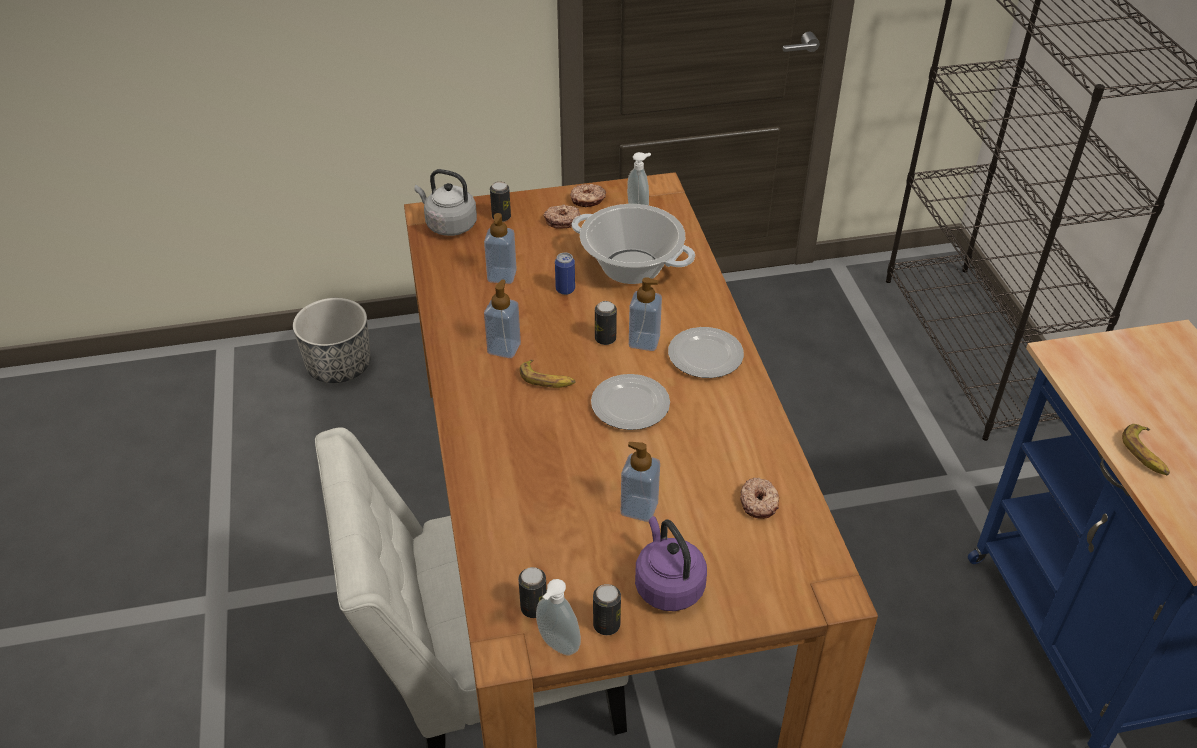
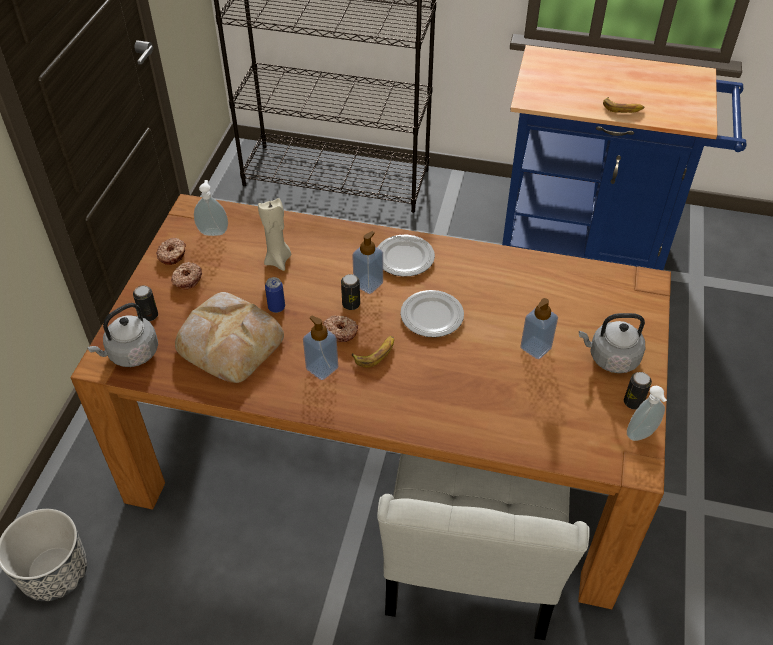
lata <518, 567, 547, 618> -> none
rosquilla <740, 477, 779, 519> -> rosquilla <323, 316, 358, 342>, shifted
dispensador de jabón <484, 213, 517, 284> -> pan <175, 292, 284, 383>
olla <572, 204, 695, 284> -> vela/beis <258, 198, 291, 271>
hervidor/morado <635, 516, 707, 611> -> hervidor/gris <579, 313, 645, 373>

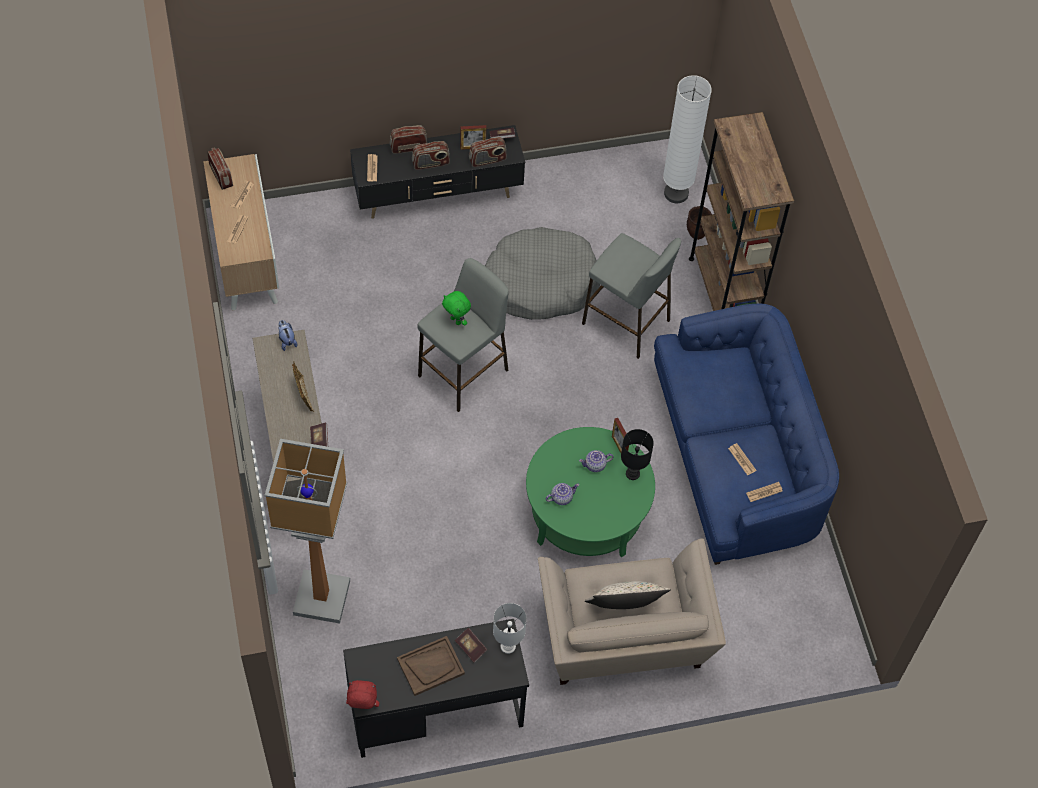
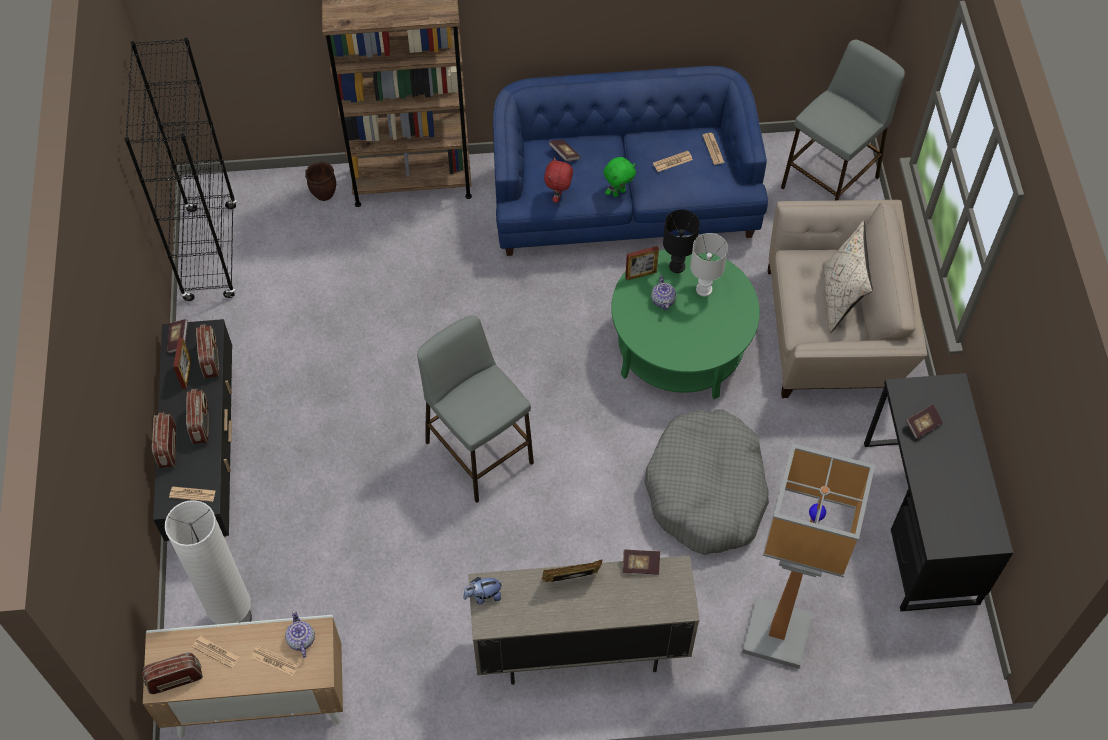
bandeja/marrón <397, 636, 465, 696> -> none
none -> estantería/negro <125, 38, 237, 301>
none -> libro <549, 139, 581, 162>
peluche/rojo <346, 680, 379, 709> -> peluche/rojo <544, 157, 573, 203>, shifted
peluche/verde <442, 291, 471, 326> -> peluche/verde <603, 157, 636, 197>, shifted
cama para perro/gris <485, 227, 600, 320> -> cama para perro/gris <644, 409, 769, 555>, shifted
lámpara de mesa/blanco <493, 603, 527, 654> -> lámpara de mesa/blanco <690, 233, 728, 297>, shifted
tetera <546, 483, 579, 505> -> tetera <285, 610, 315, 658>, shifted
taburete/gris <582, 233, 681, 359> -> taburete/gris <781, 40, 905, 201>, shifted
lámpara de pie/blanco <663, 75, 712, 204> -> lámpara de pie/blanco <165, 500, 252, 624>, shifted

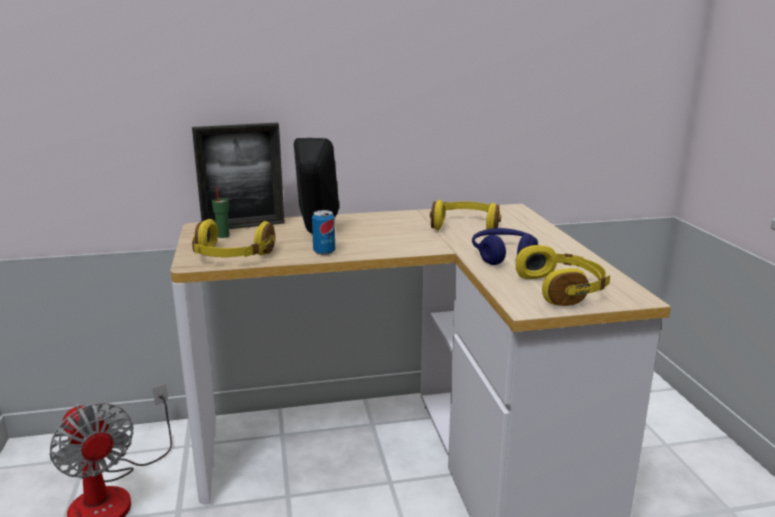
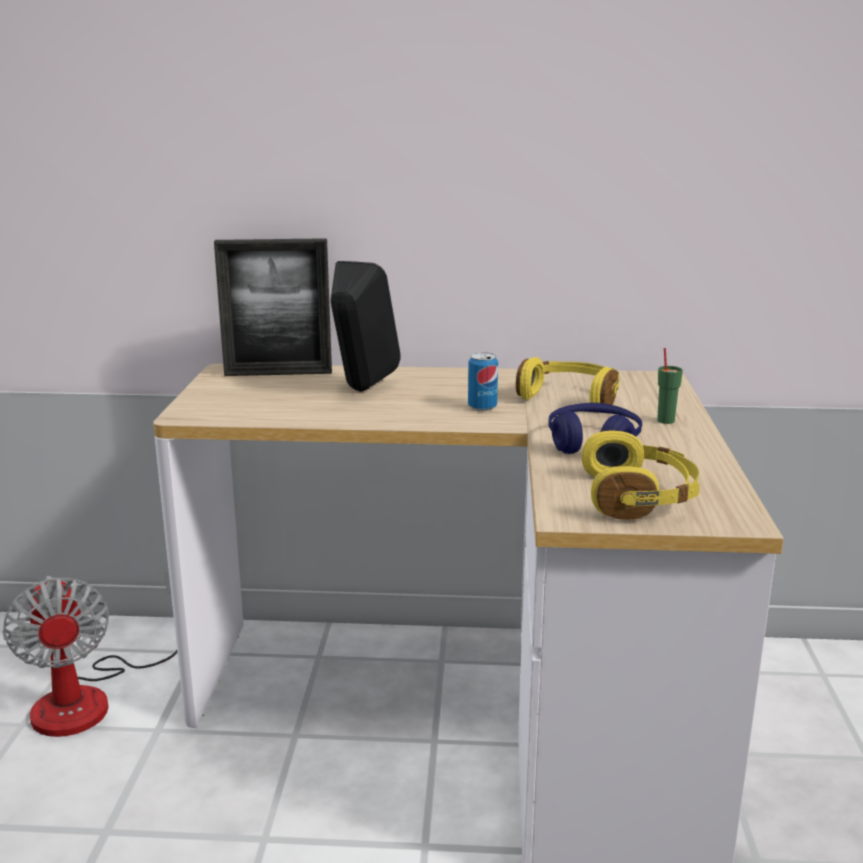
auriculares/amarillo <192, 219, 275, 257> -> none
taza/verde <212, 186, 229, 238> -> taza/verde <657, 348, 683, 424>, shifted
lata <312, 210, 335, 255> -> lata <468, 352, 498, 411>, shifted

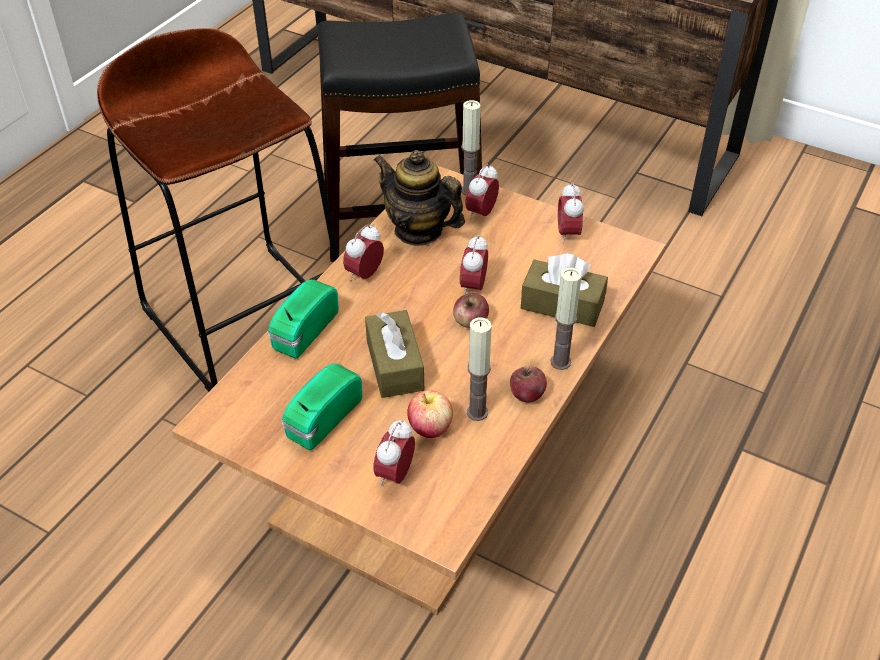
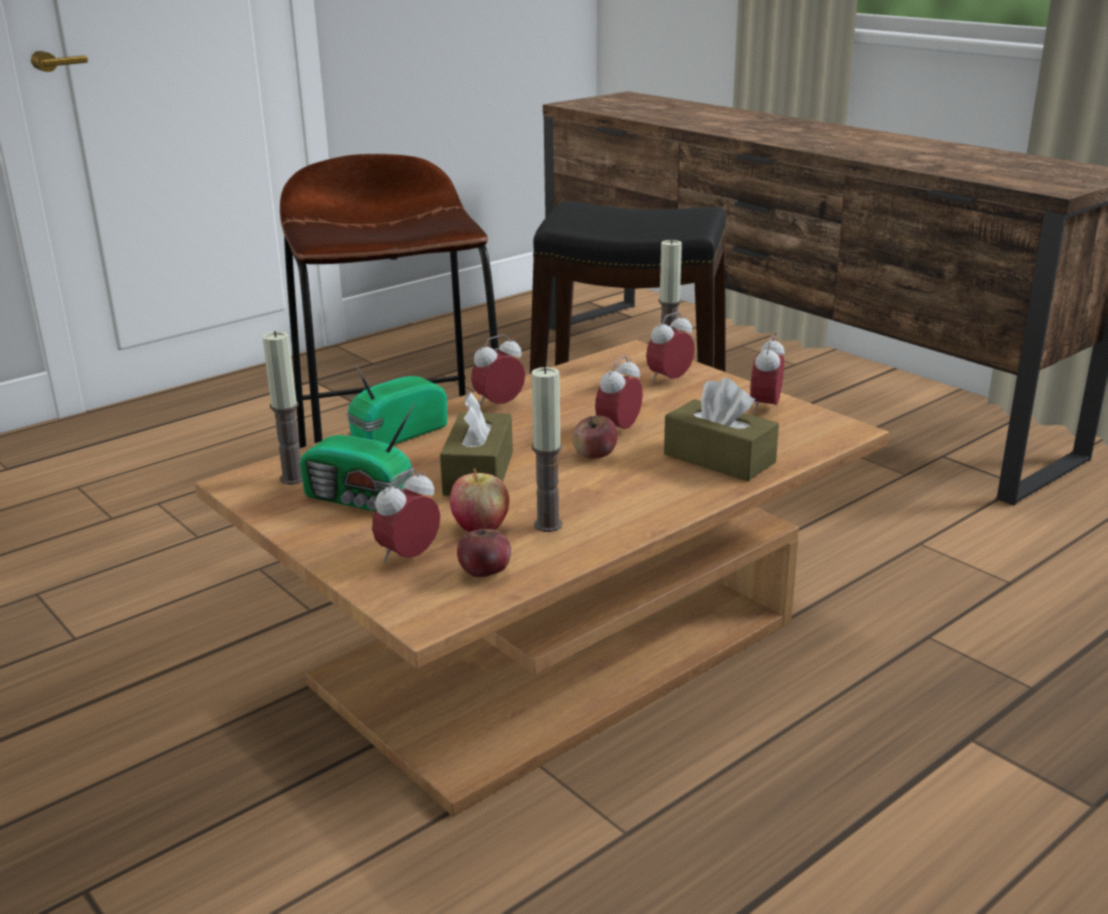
tetera <374, 150, 465, 246> -> none
manzana <510, 366, 547, 402> -> manzana <457, 525, 511, 577>, shifted
vela <551, 268, 582, 370> -> vela <262, 331, 303, 485>, shifted
radio <281, 364, 362, 450> -> radio <300, 402, 415, 511>, 120 degrees counterclockwise

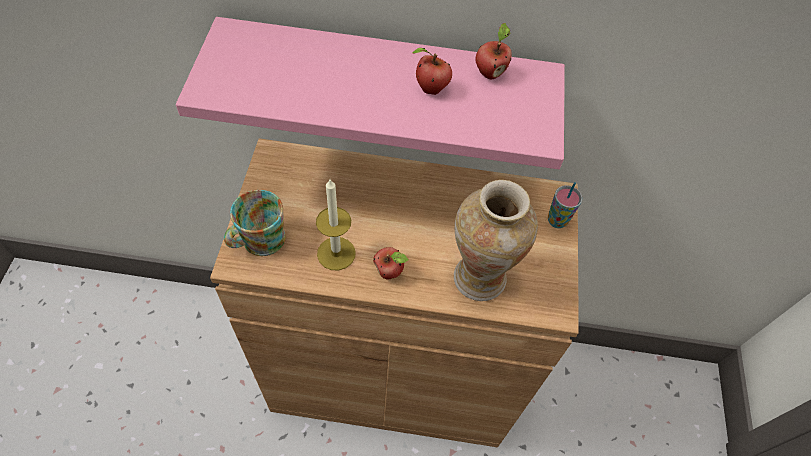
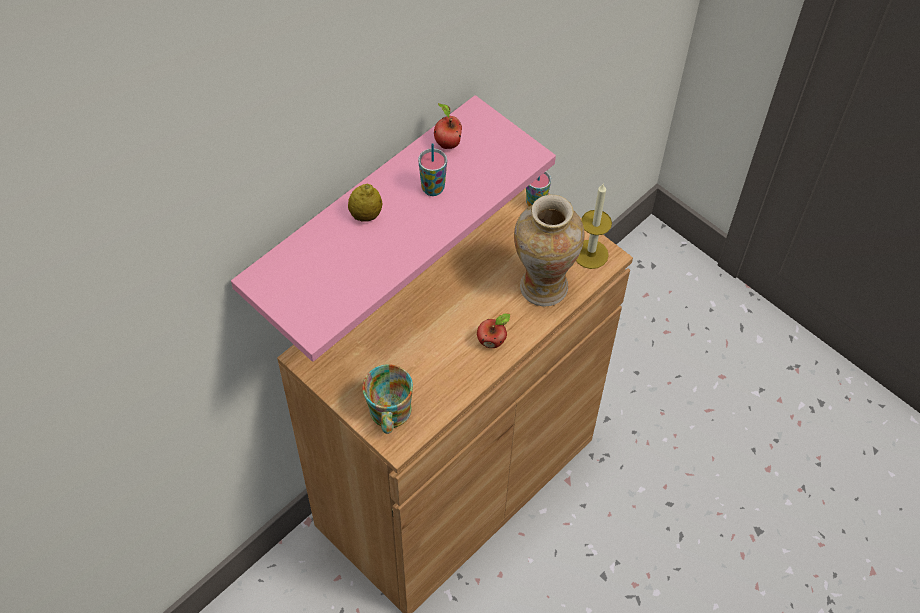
none -> limón <348, 183, 382, 222>
vela <316, 179, 356, 270> -> vela <576, 183, 612, 269>, shifted
manzana <413, 48, 452, 95> -> taza <418, 143, 447, 196>

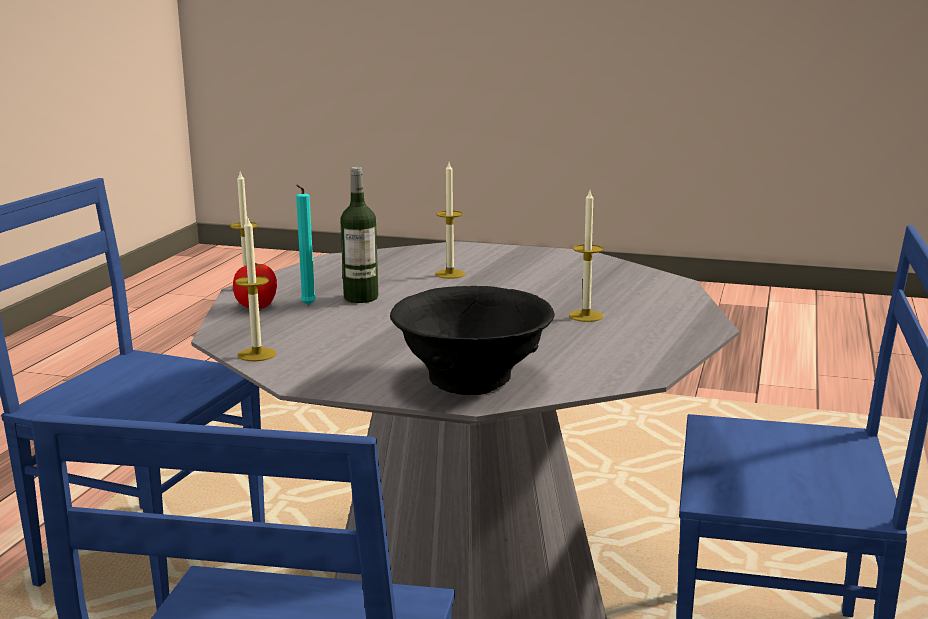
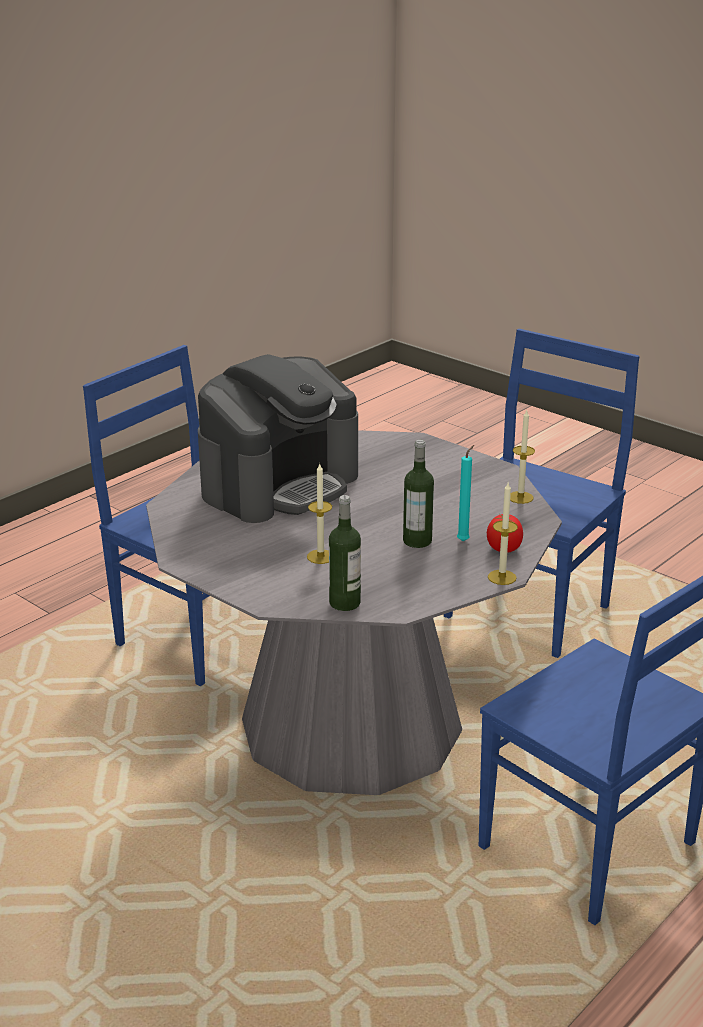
cuenco/negro <390, 286, 555, 395> -> none
none -> botella <329, 495, 361, 611>
vela <569, 191, 603, 322> -> cafetera <198, 354, 358, 523>

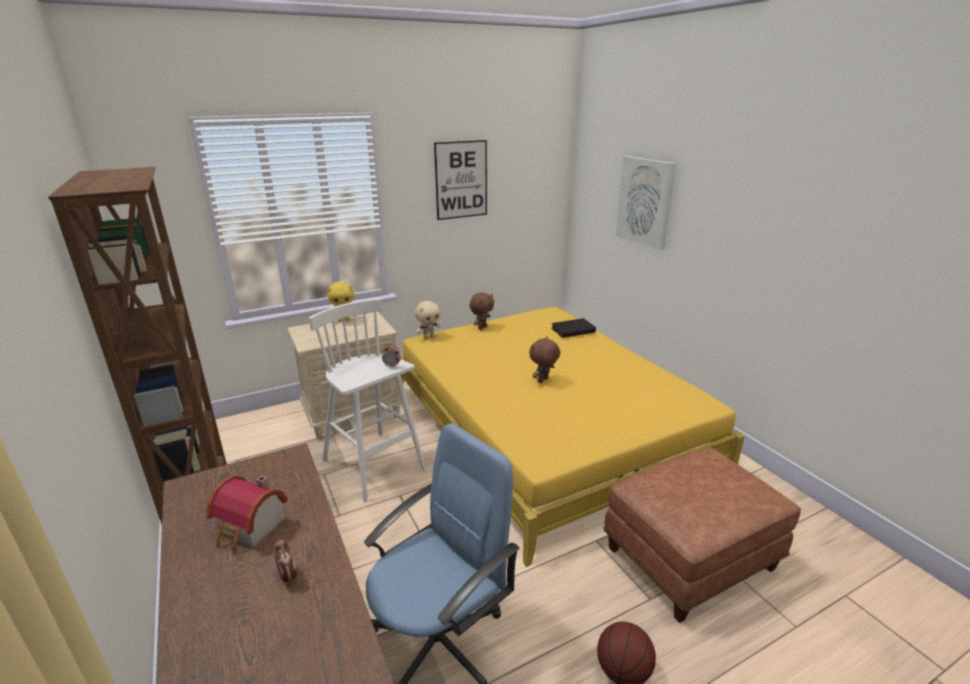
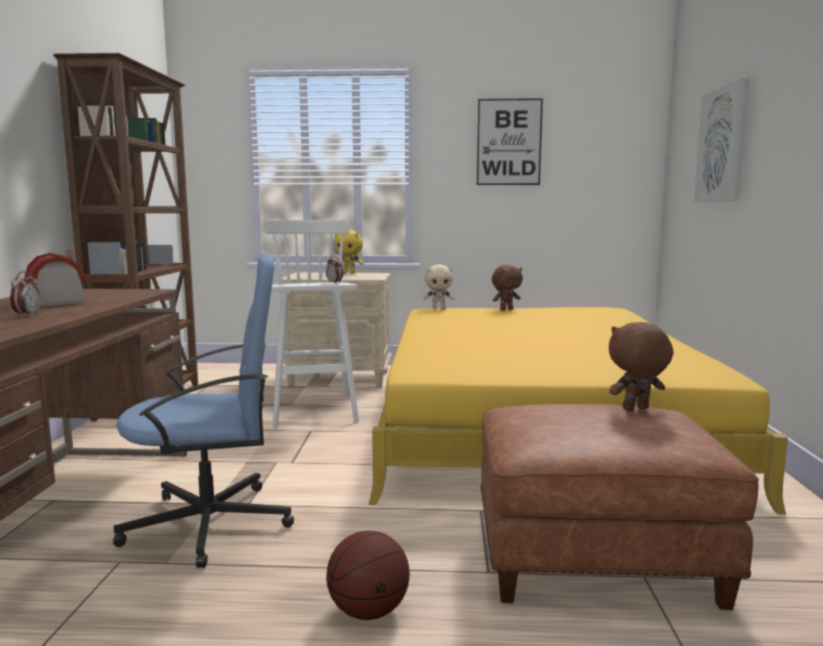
libro/negro <551, 318, 596, 338> -> none
peluche/marrón <529, 337, 560, 383> -> peluche/marrón <609, 322, 673, 411>, shifted

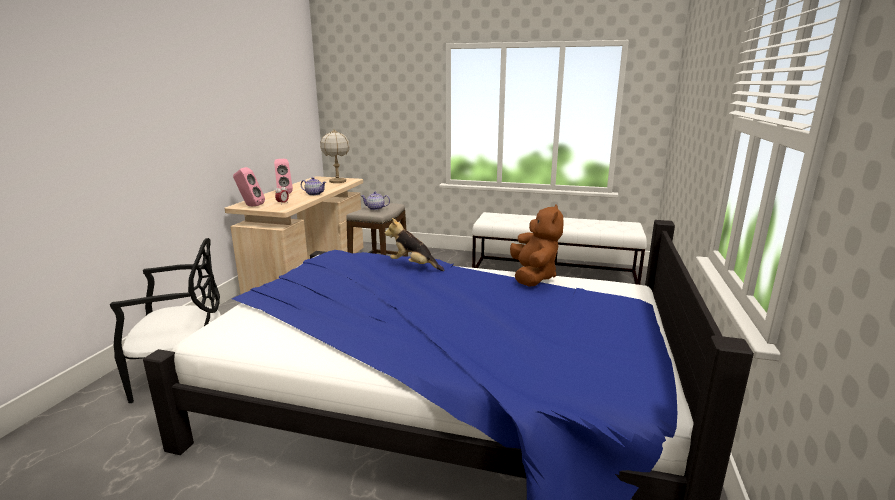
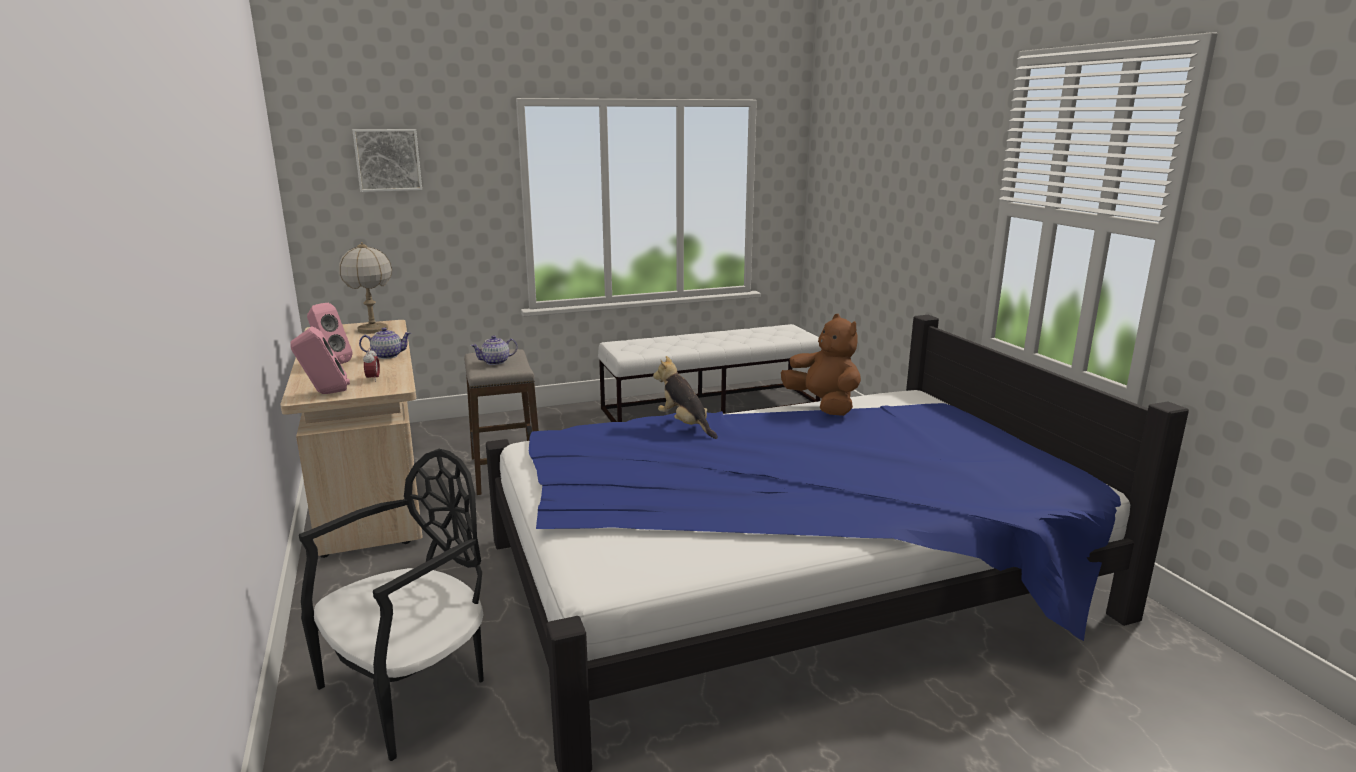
none -> cuadro <353, 129, 422, 192>
peluche <385, 218, 444, 271> -> peluche <653, 356, 718, 439>, 60 degrees clockwise

